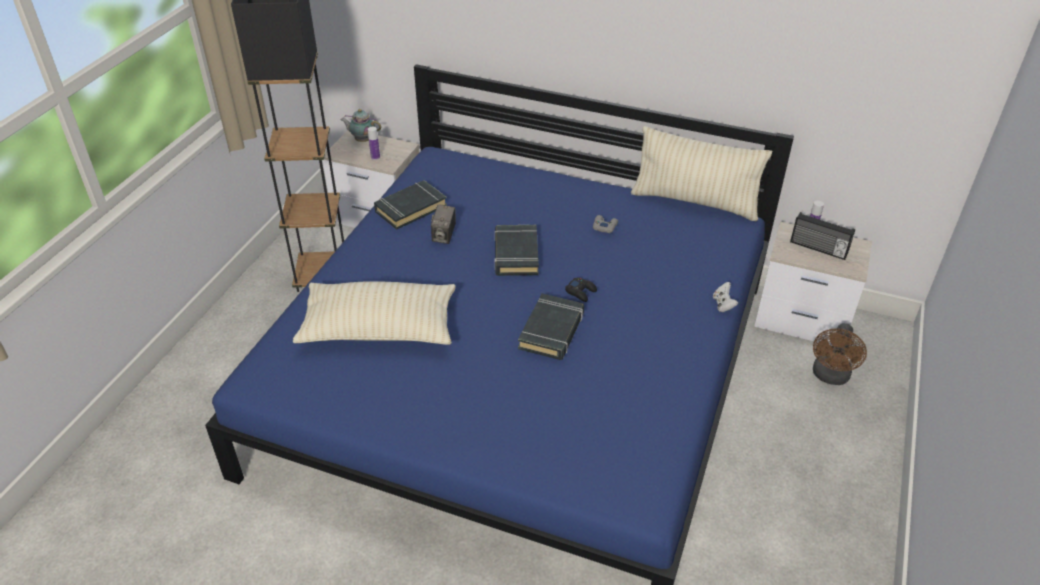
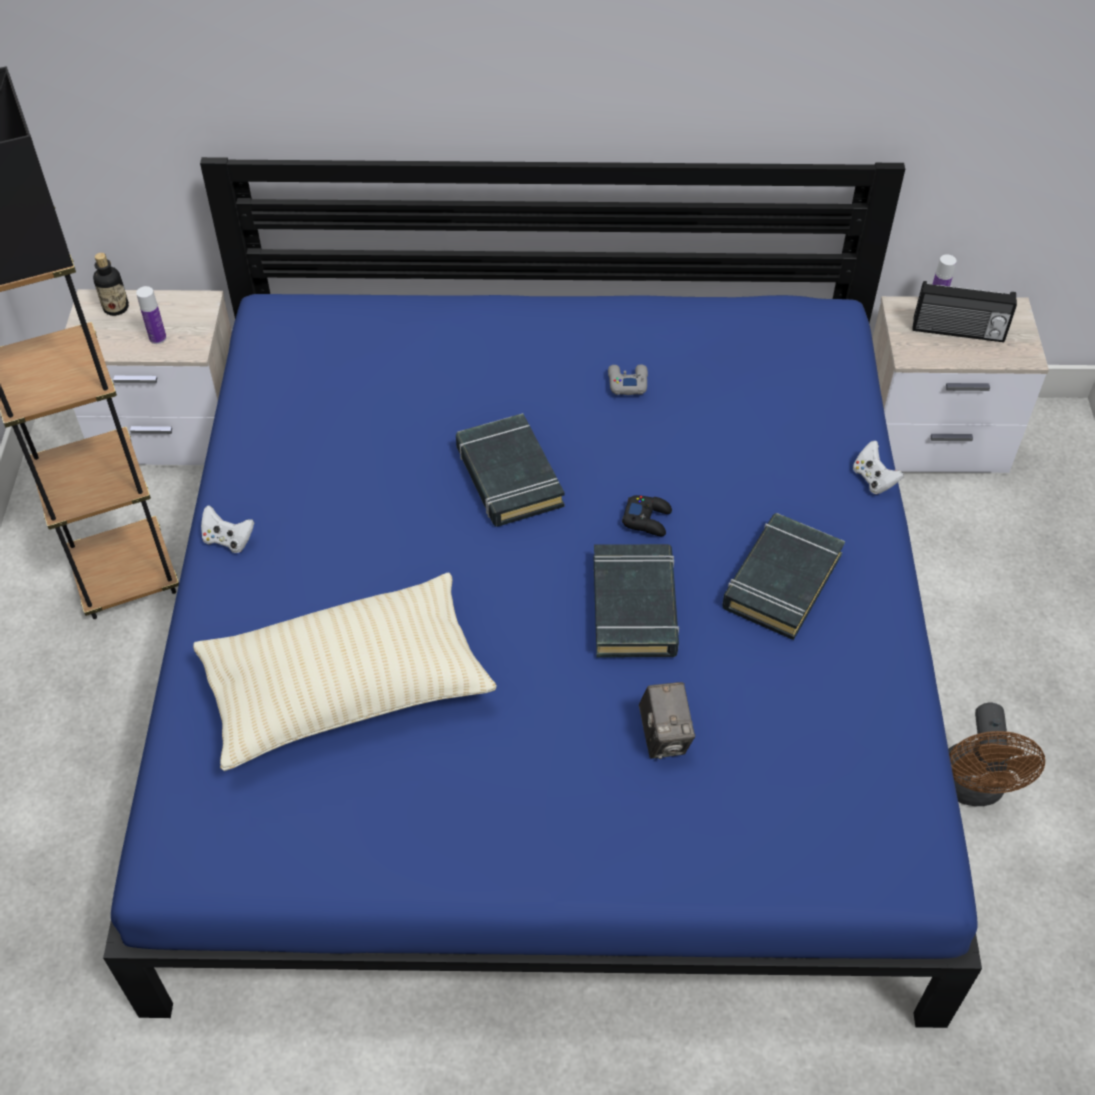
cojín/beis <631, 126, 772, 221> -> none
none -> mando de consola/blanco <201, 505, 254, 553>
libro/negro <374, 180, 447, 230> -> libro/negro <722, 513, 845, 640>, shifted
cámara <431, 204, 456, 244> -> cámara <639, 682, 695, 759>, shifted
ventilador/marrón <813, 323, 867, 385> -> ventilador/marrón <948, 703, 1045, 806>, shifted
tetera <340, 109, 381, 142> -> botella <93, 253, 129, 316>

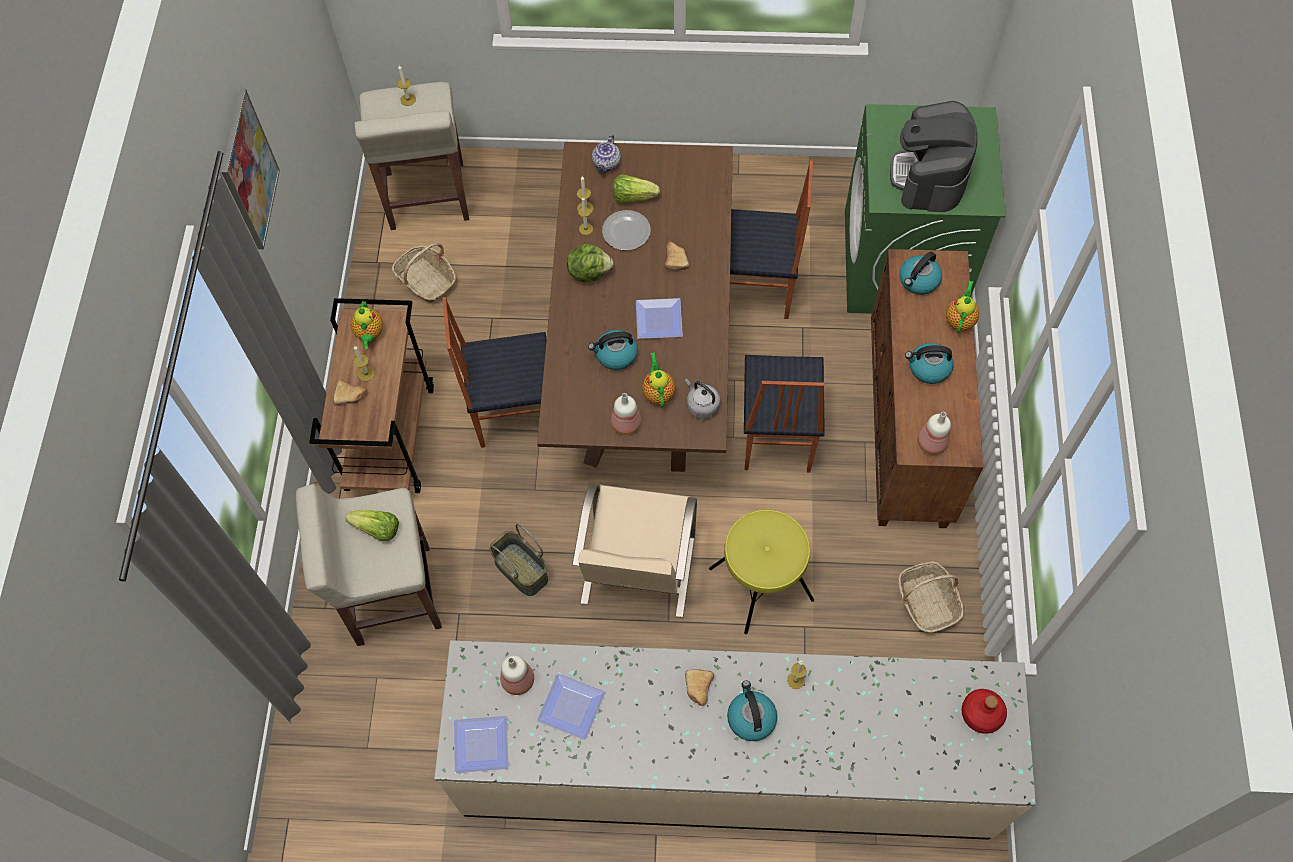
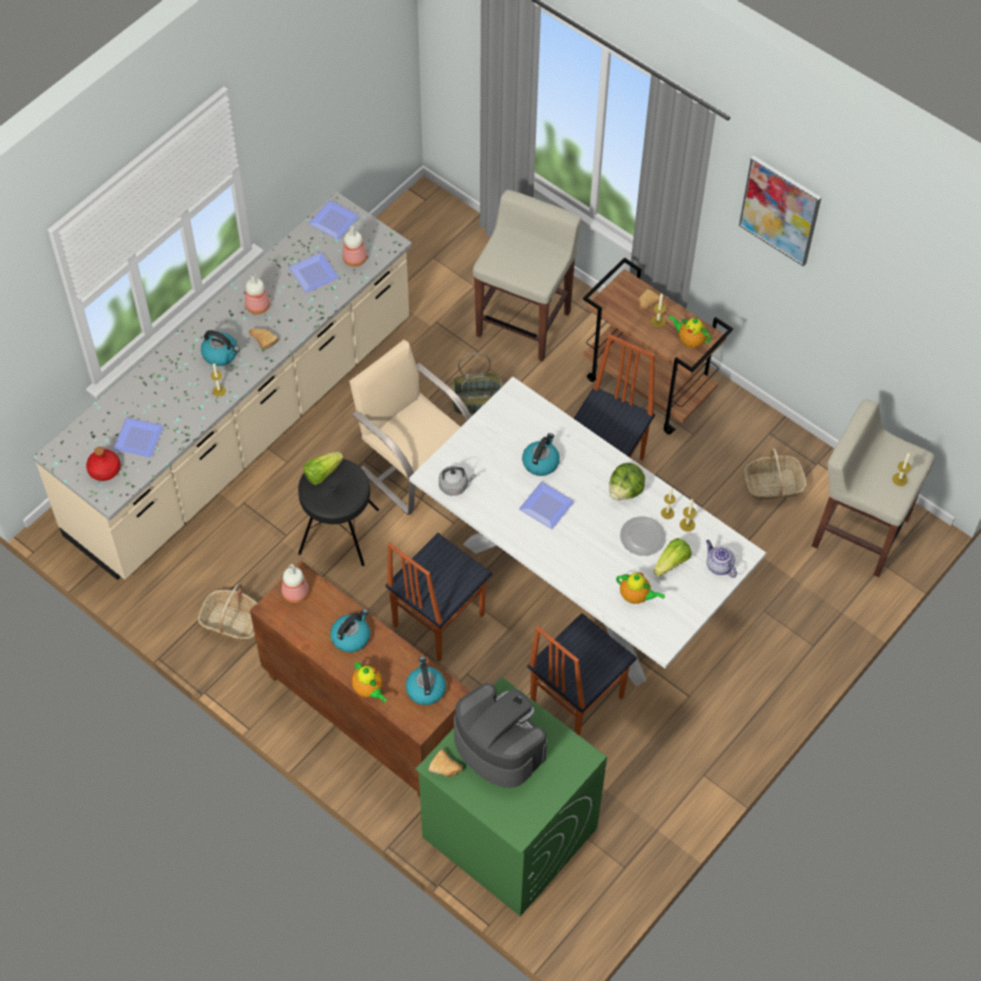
none -> plato <113, 417, 164, 458>
lechuga <345, 510, 399, 541> -> lechuga <303, 452, 344, 485>, shifted
botella <611, 393, 641, 435> -> botella <245, 273, 270, 314>, shifted
tetera <642, 352, 675, 407> -> tetera <616, 572, 665, 604>, shifted
pan <665, 241, 689, 270> -> pan <428, 749, 463, 777>, shifted
mesa de comedor/marrón <537, 142, 733, 472> -> mesa de comedor/blanco <409, 377, 766, 686>
taburete/amarillo <709, 510, 814, 634> -> taburete/negro <298, 459, 379, 566>
silla <744, 355, 825, 473> -> silla <386, 533, 492, 662>, 90 degrees counterclockwise

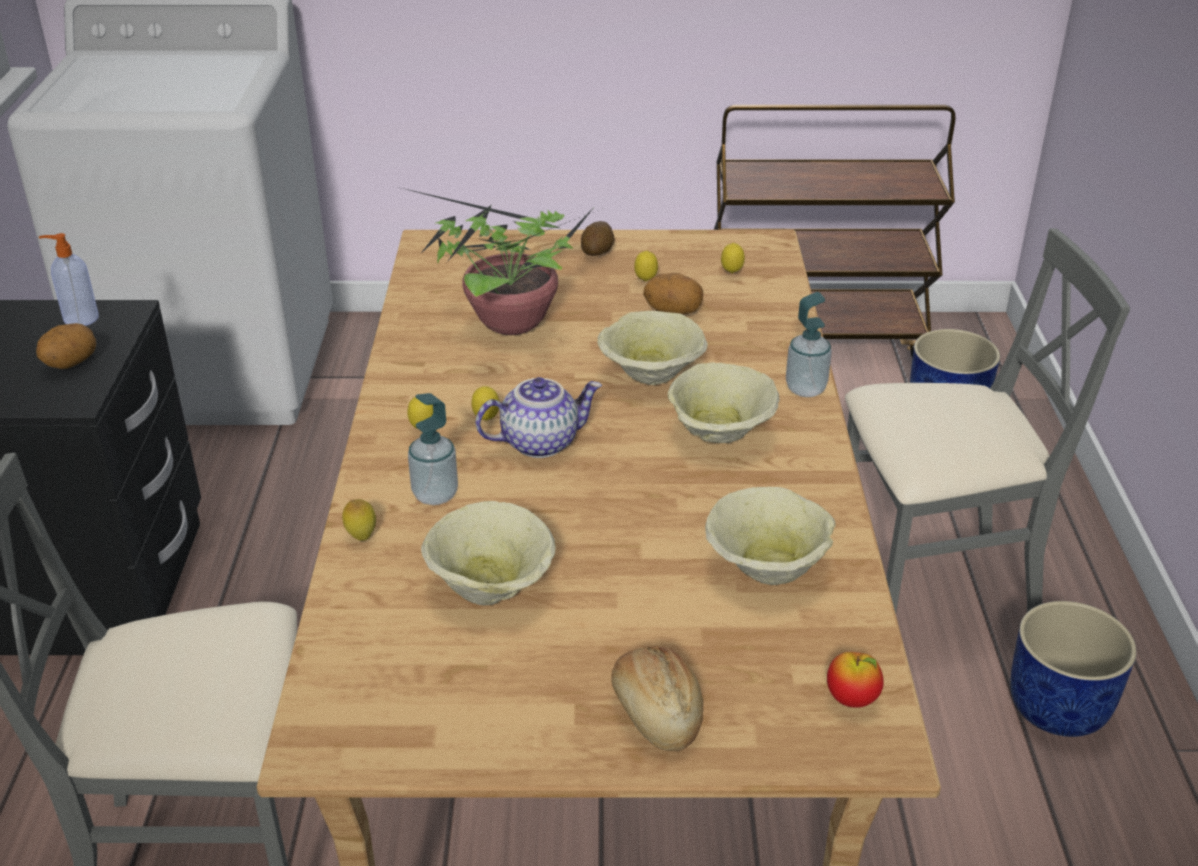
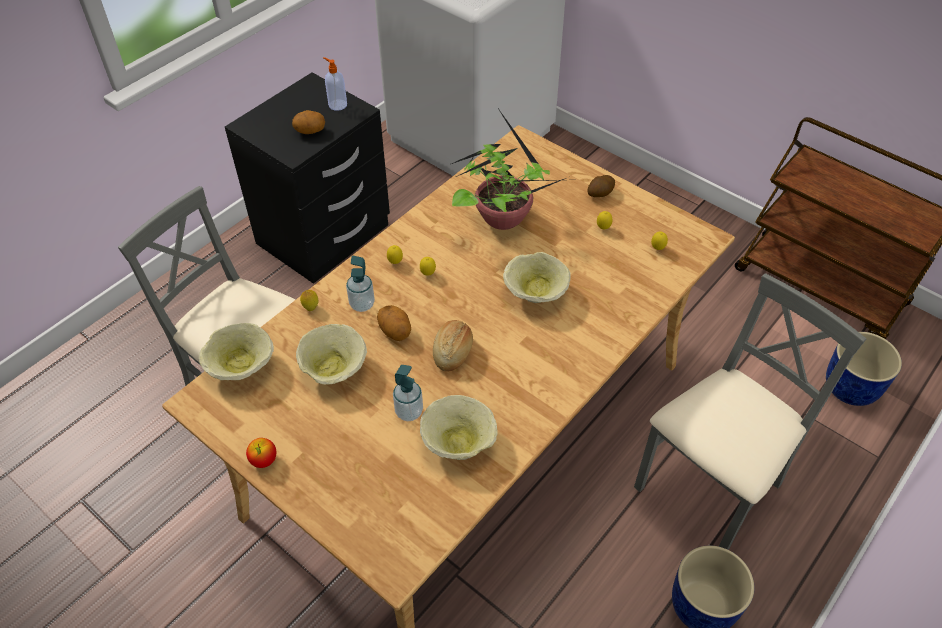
tetera <476, 377, 602, 458> -> none
pan <611, 645, 703, 751> -> pan <433, 320, 473, 372>, shifted
patata <643, 273, 703, 315> -> patata <377, 305, 411, 341>, shifted
cuenco/beis <668, 362, 780, 443> -> cuenco/beis <199, 323, 274, 380>, shifted
dispensador de jabón <786, 292, 832, 397> -> dispensador de jabón <393, 365, 423, 421>, shifted
manzana <827, 652, 884, 708> -> manzana <246, 438, 276, 468>, shifted
silla/gris <845, 228, 1130, 614> -> silla/gris <634, 273, 866, 550>, 75 degrees counterclockwise

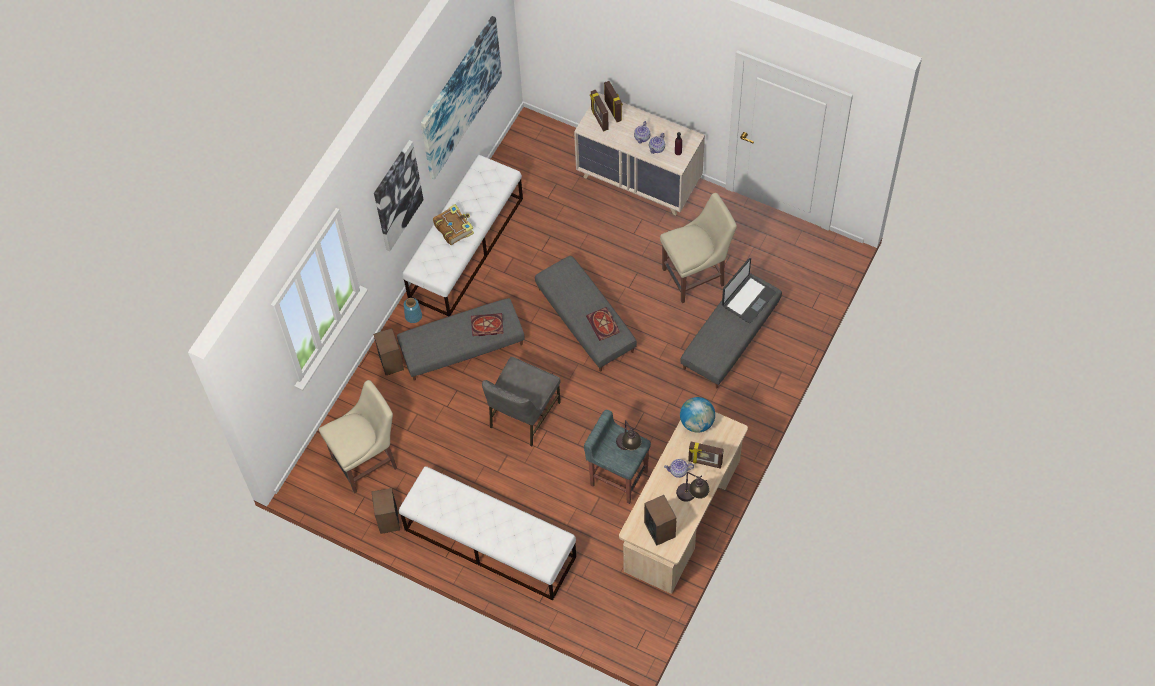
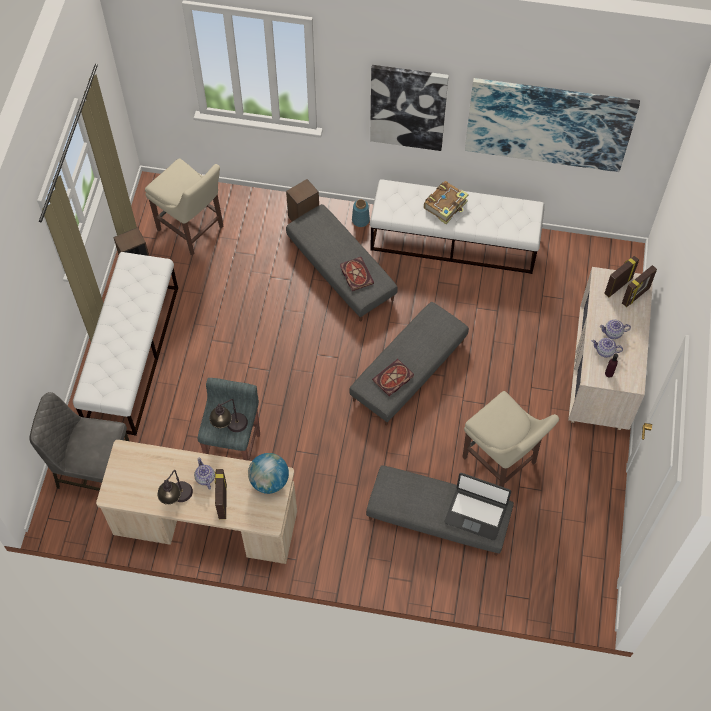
altavoz <644, 495, 677, 546> -> none
silla/gris <482, 357, 561, 447> -> silla/gris <30, 392, 129, 491>, shifted

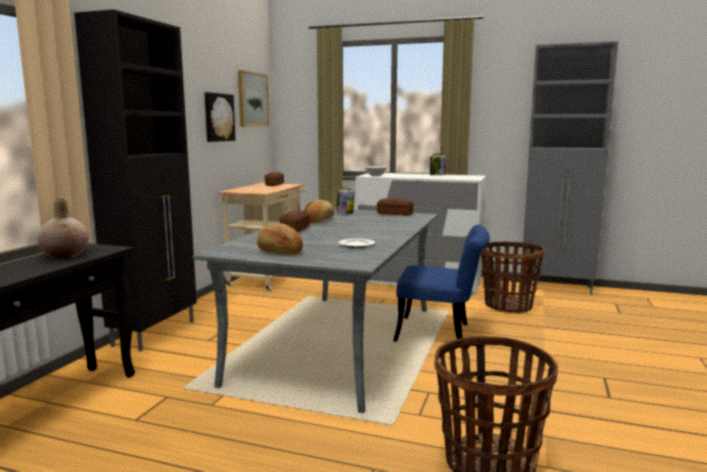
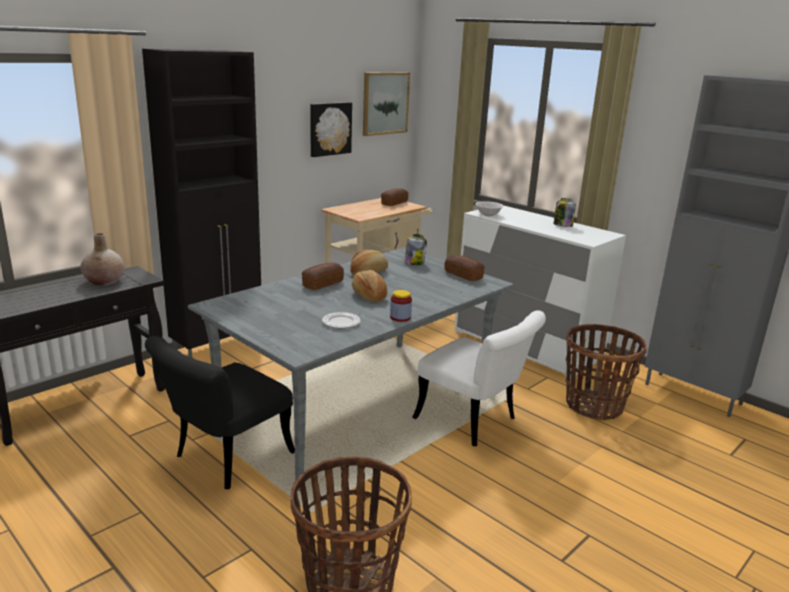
none -> silla/negro <145, 336, 295, 489>
none -> tarro <390, 290, 412, 322>
pan <257, 223, 303, 255> -> pan <352, 270, 387, 302>, shifted
silla/azul <393, 225, 490, 348> -> silla/blanco <412, 310, 546, 446>

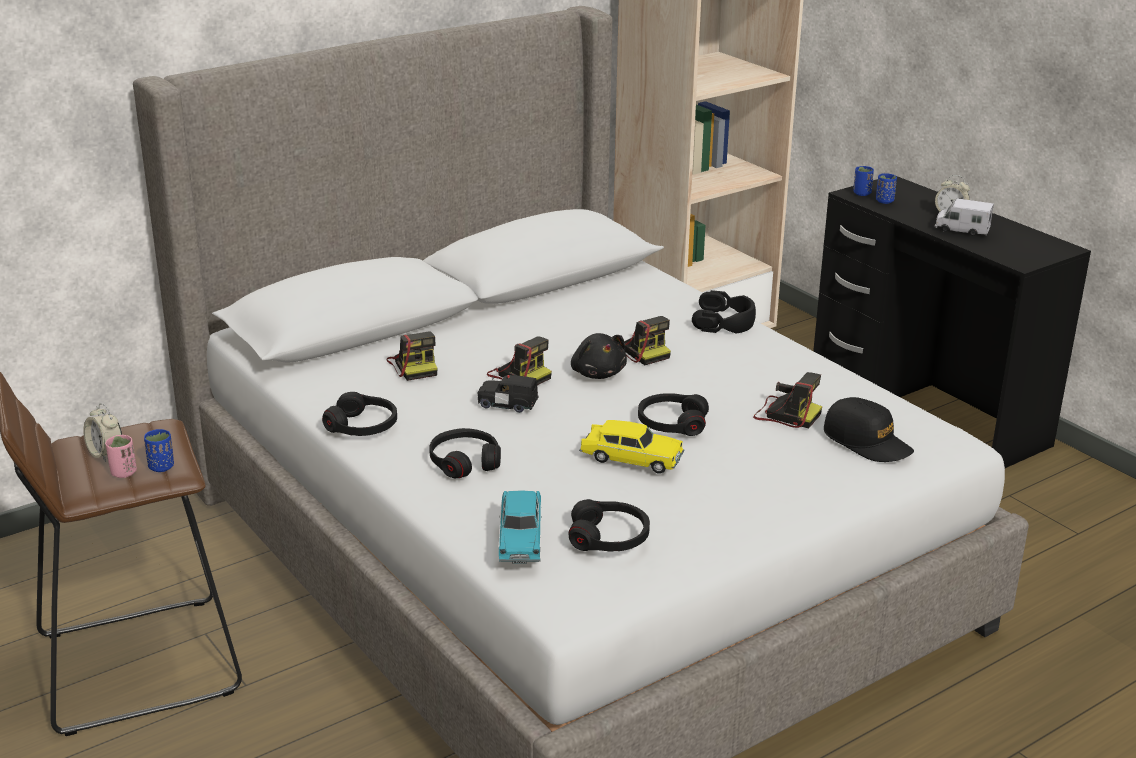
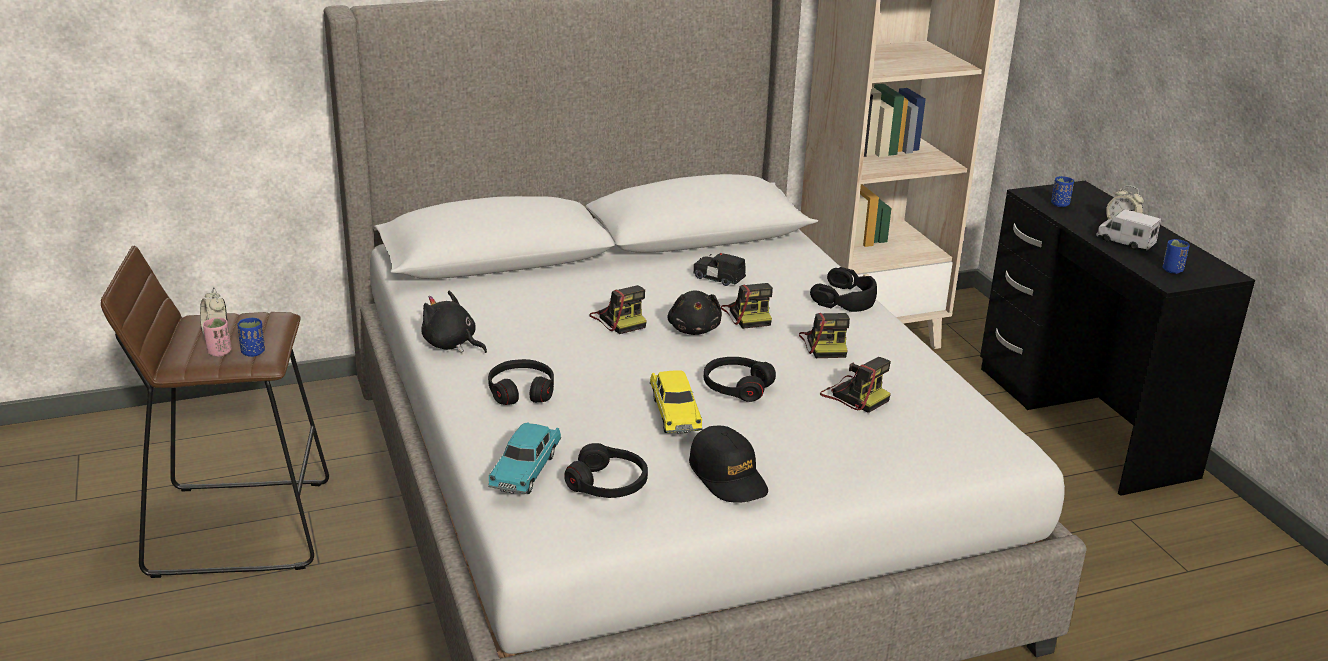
cámara <387, 331, 437, 381> -> cámara <799, 313, 850, 358>, shifted
coche de juguete/negro <477, 375, 538, 413> -> coche de juguete/negro <693, 253, 746, 286>, shifted
gorra/negro <824, 397, 914, 462> -> gorra/negro <689, 426, 768, 503>, shifted
taza/azul <853, 166, 874, 196> -> taza/azul <1163, 239, 1189, 274>, shifted
auriculares/negro <322, 392, 397, 436> -> peluche/negro <422, 291, 487, 353>
coche de juguete/amarillo <579, 420, 685, 474> -> coche de juguete/amarillo <650, 371, 703, 434>, 45 degrees clockwise

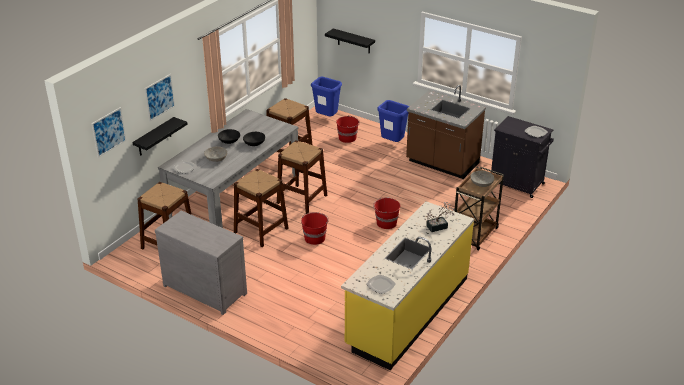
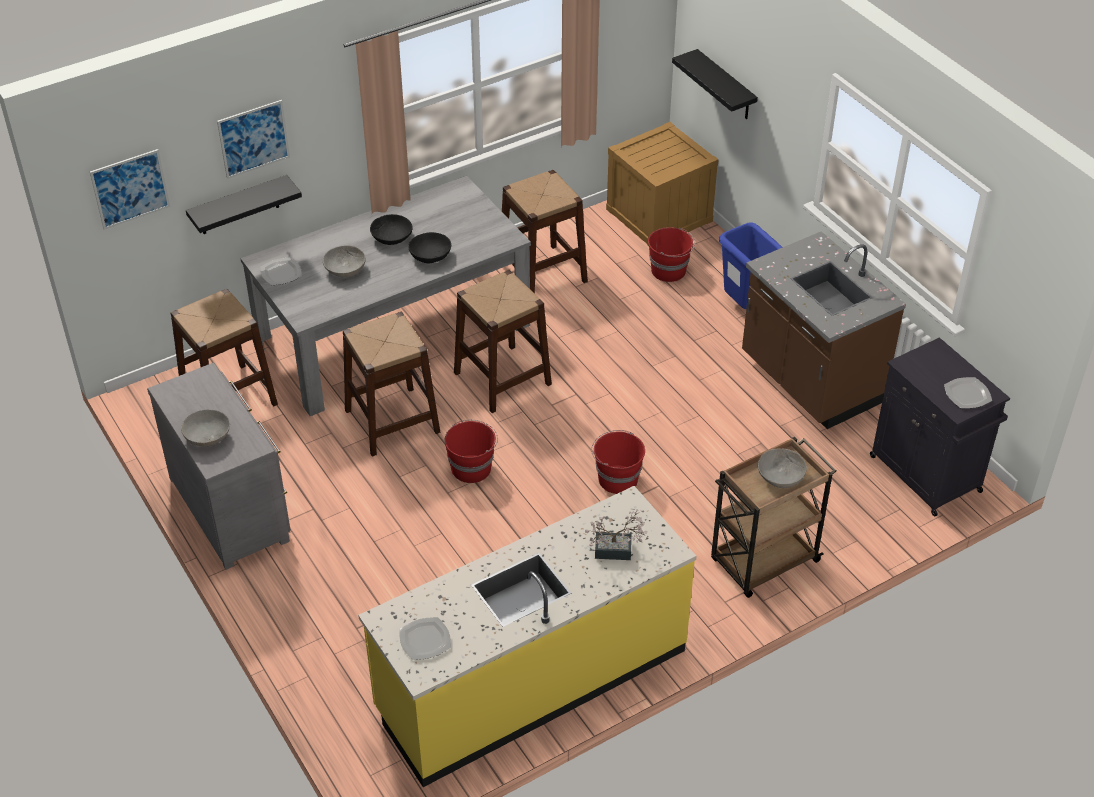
none -> cuenco/gris <181, 410, 230, 447>
papelera/azul <311, 77, 342, 117> -> caja de embalaje <606, 122, 719, 246>

